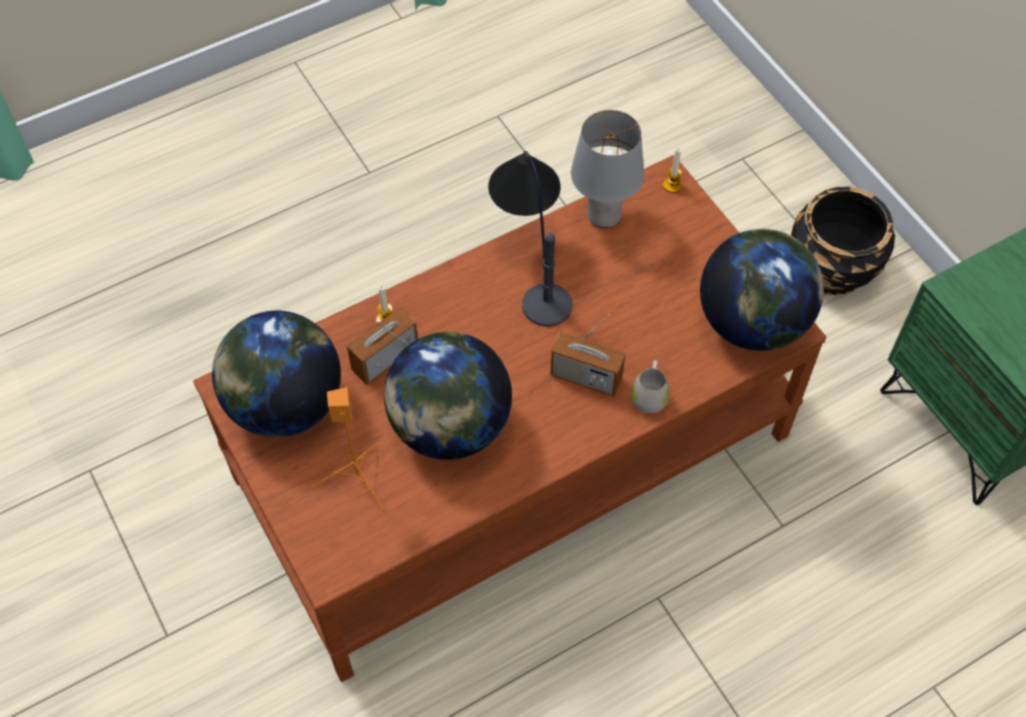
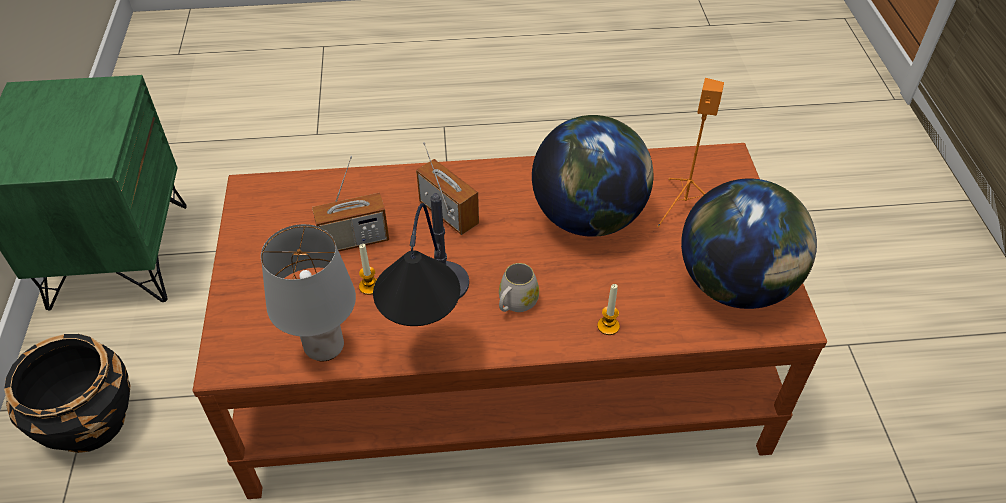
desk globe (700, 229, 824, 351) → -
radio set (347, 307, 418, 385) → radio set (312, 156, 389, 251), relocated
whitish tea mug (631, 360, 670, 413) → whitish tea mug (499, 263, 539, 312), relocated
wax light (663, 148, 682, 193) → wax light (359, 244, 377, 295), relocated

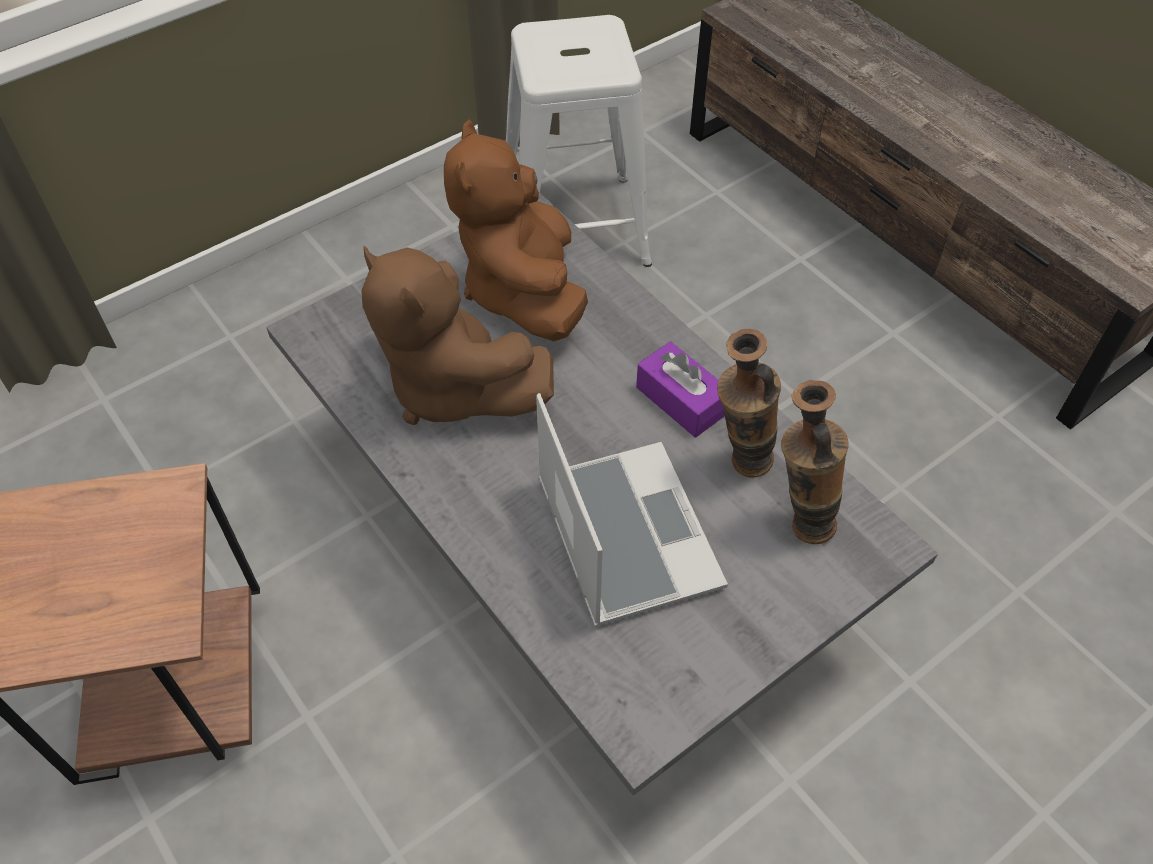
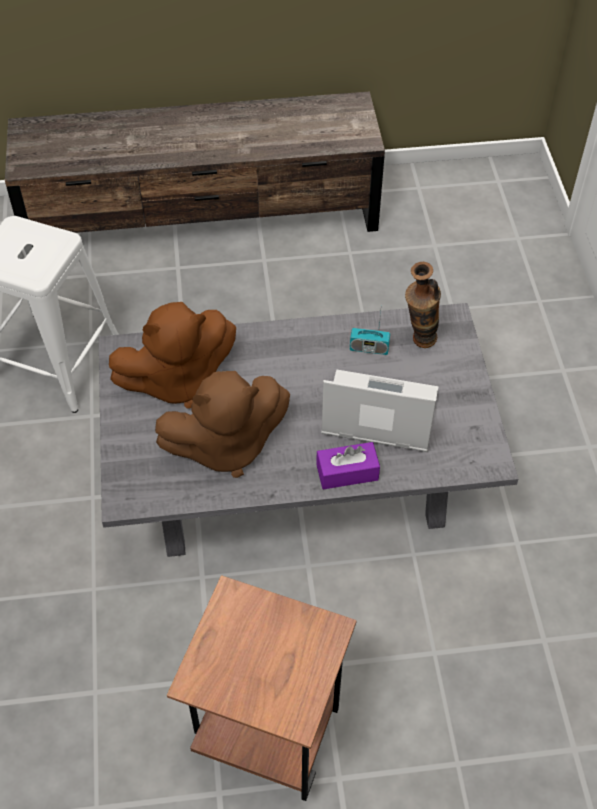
purple tissue box (636, 341, 725, 437) → purple tissue box (316, 442, 380, 489), relocated
vase (717, 329, 781, 477) → radio set (350, 312, 390, 355)
brown cuddly toy (444, 120, 588, 341) → brown cuddly toy (109, 302, 236, 409), 45 degrees counterclockwise

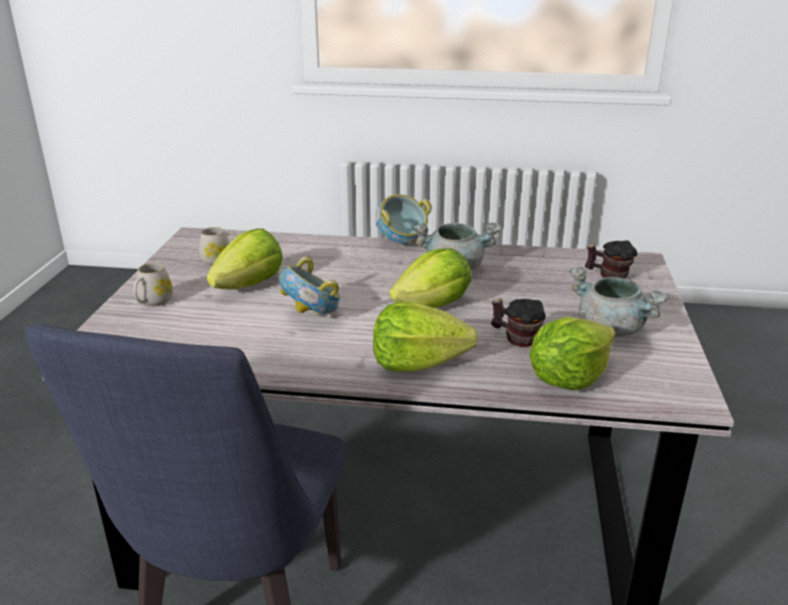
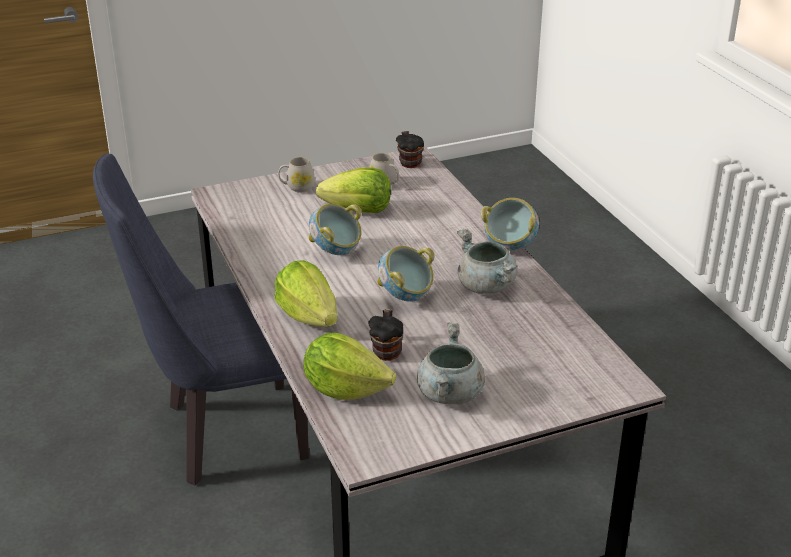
tea mug (585, 240, 638, 279) → tea mug (396, 131, 424, 168), relocated
lettuce head (389, 248, 472, 308) → bowl (377, 246, 435, 302)

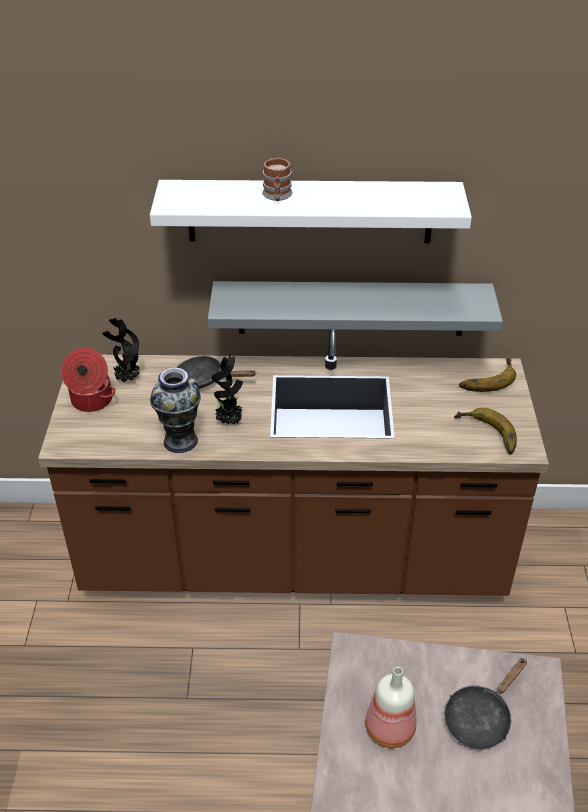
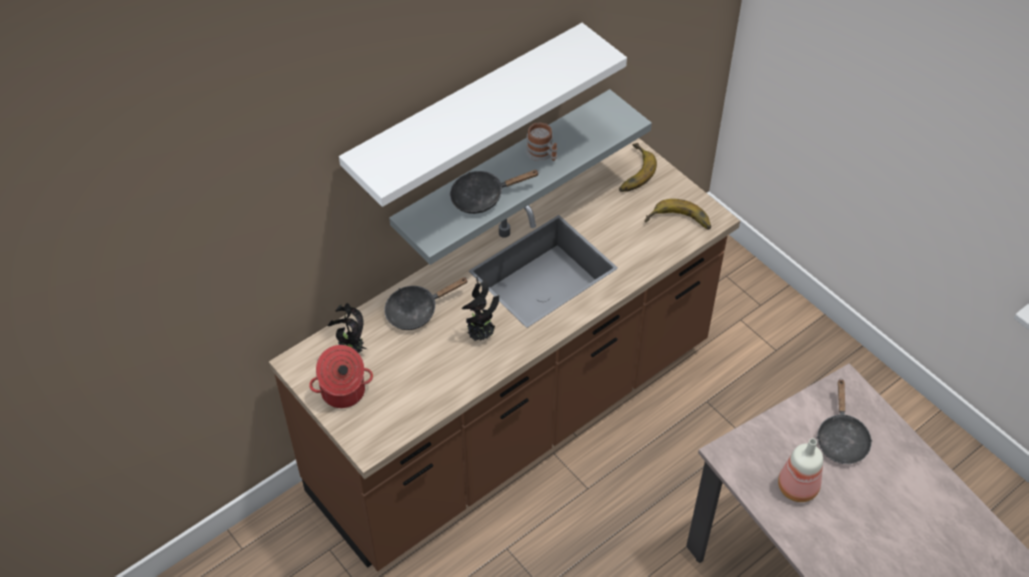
vase (150, 368, 201, 453) → -
- → blackish frying pan (450, 170, 540, 214)
tea mug (262, 158, 293, 201) → tea mug (526, 122, 557, 161), relocated

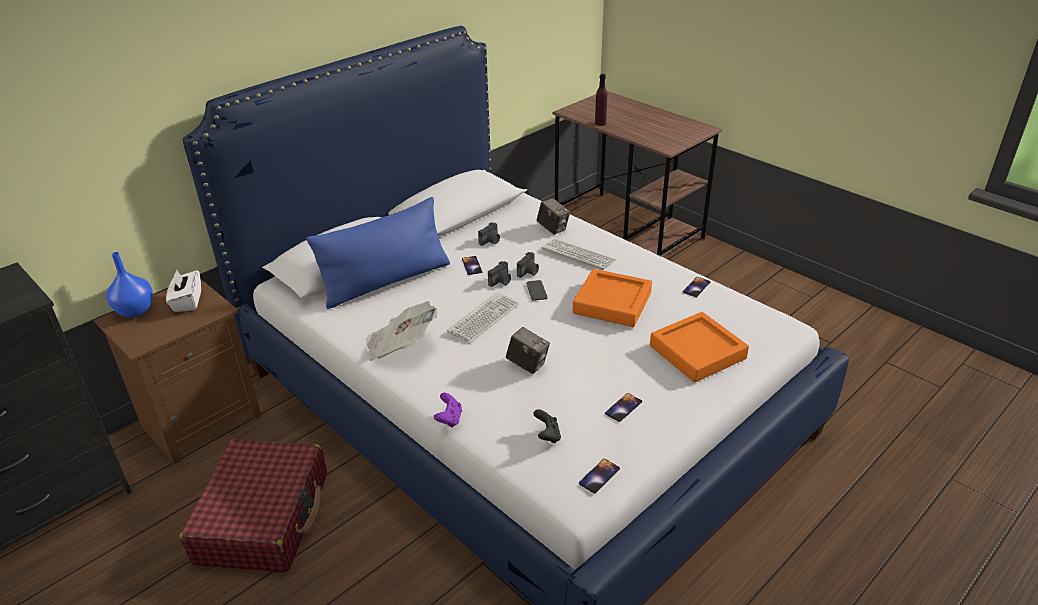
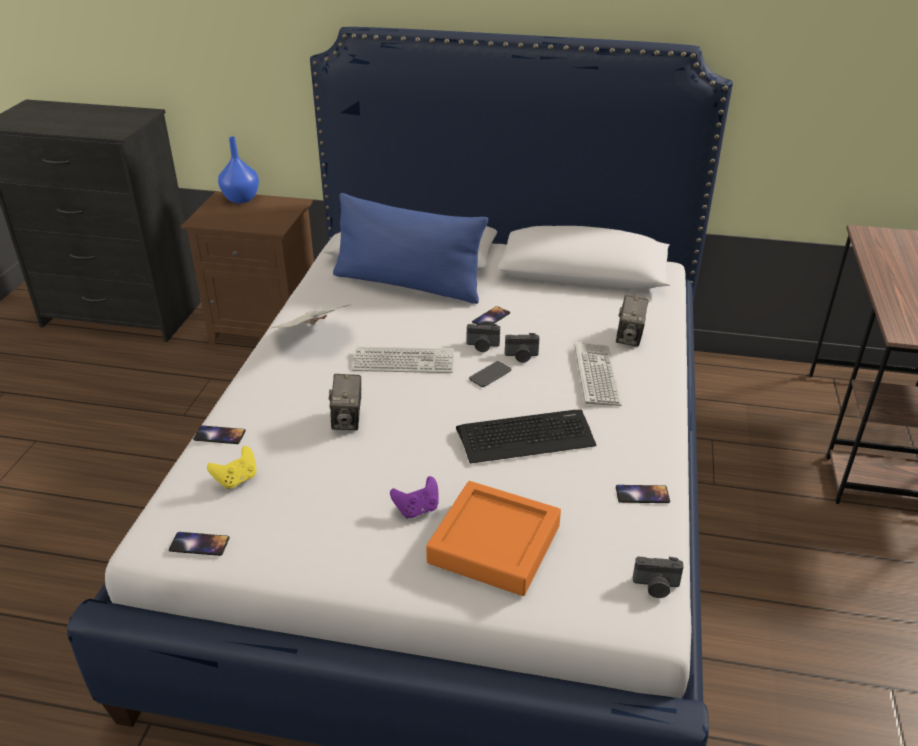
whitish tissue box (166, 269, 201, 312) → -
reddish travel case (180, 439, 327, 573) → -
purple beverage bottle (595, 74, 607, 126) → -
purple game controller (434, 393, 462, 428) → purple game controller (390, 476, 439, 518), relocated
still camera (478, 222, 500, 246) → still camera (633, 557, 683, 598), relocated
handset (605, 393, 642, 422) → handset (193, 425, 246, 444), relocated
orangey serving tray (573, 269, 652, 327) → PC keyboard (456, 410, 596, 464)
blackish game controller (533, 409, 561, 443) → yellow-coloured game controller (207, 446, 257, 489)

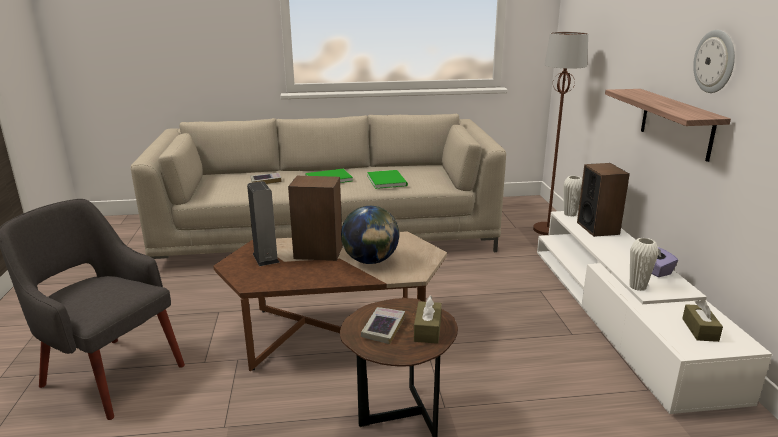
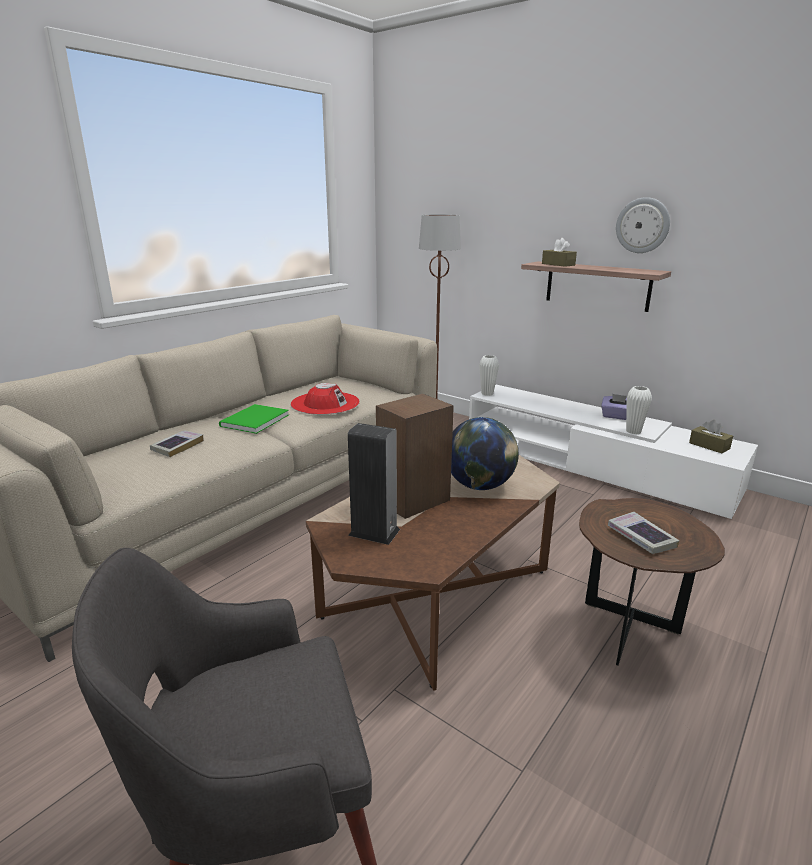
audio speaker (577, 163, 630, 237) → -
brown tissue box (414, 296, 442, 344) → brown tissue box (542, 238, 577, 267), relocated
green book (367, 170, 408, 189) → reddish wearable hat (290, 383, 360, 415)

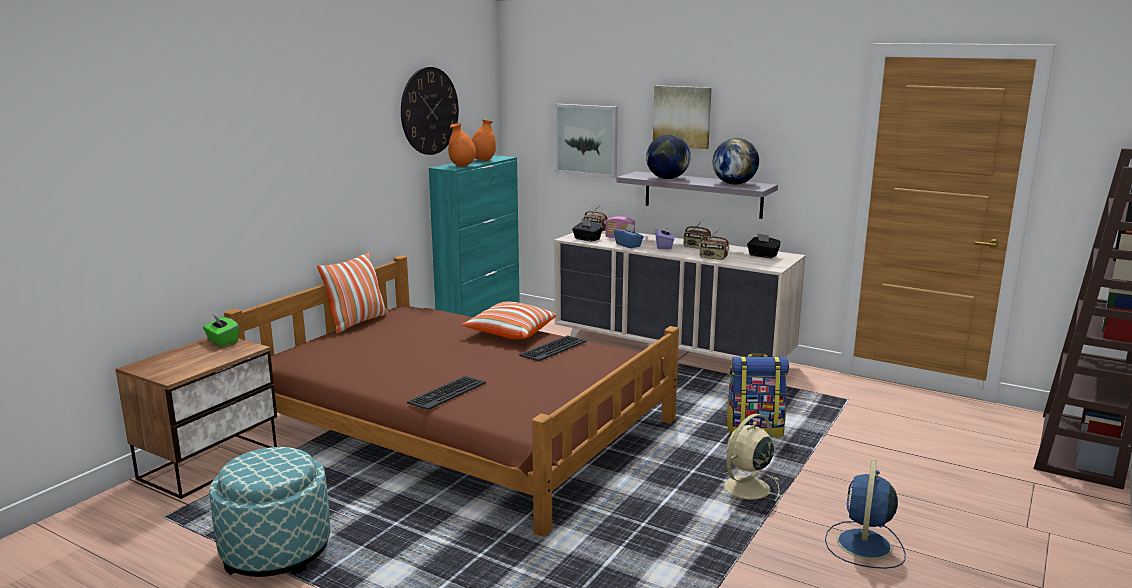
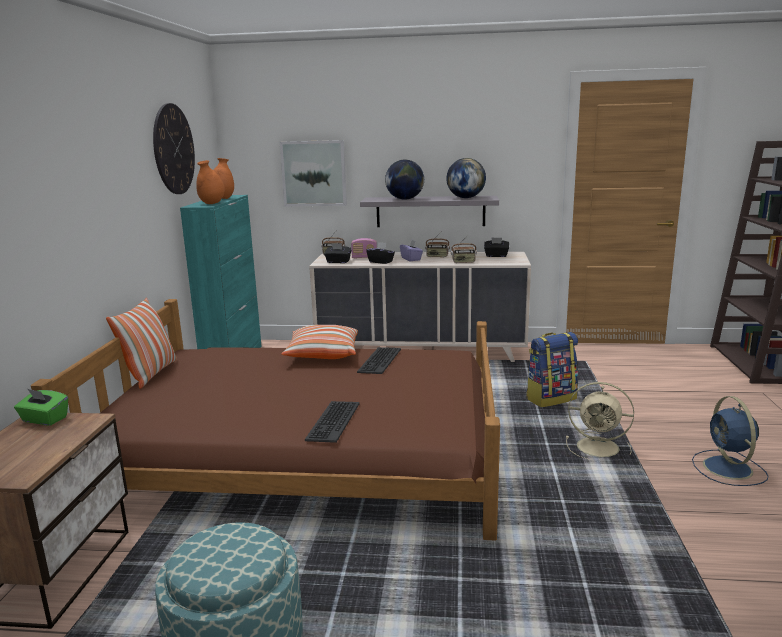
wall art (653, 86, 712, 149) → -
blue-coloured tissue box (614, 223, 644, 248) → blackish tissue box (366, 242, 395, 264)
sand-coloured electric fan (721, 414, 780, 507) → sand-coloured electric fan (566, 382, 634, 460), 90 degrees counterclockwise

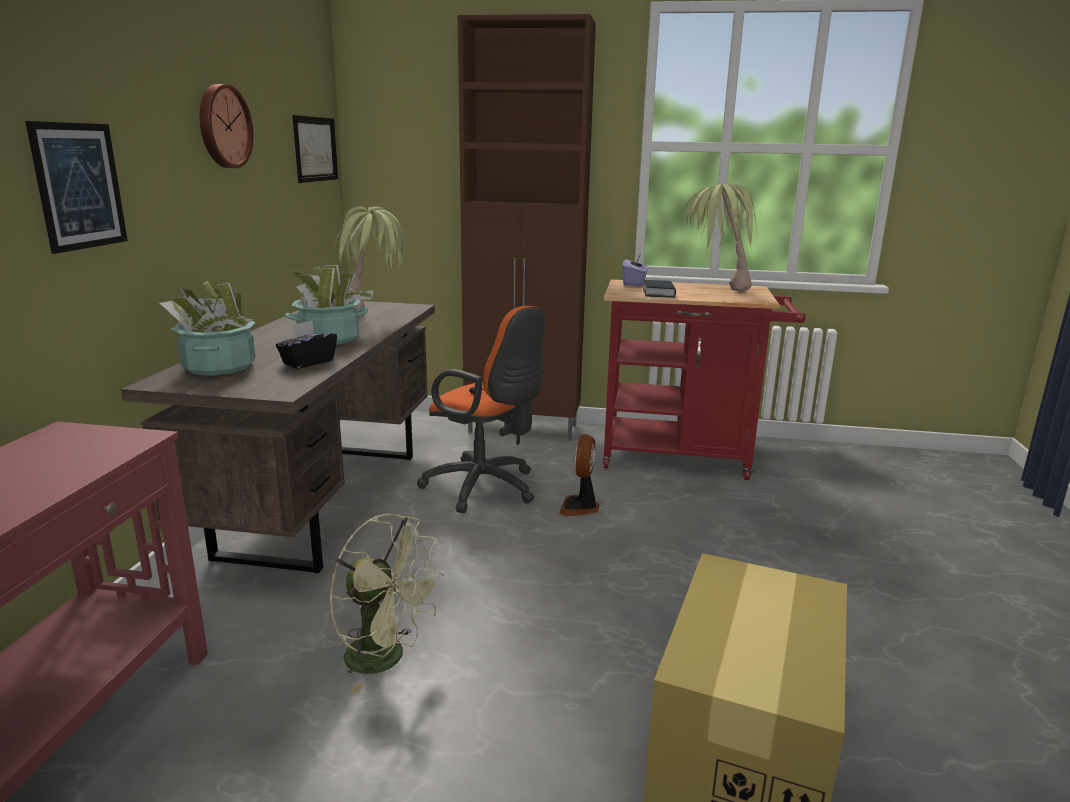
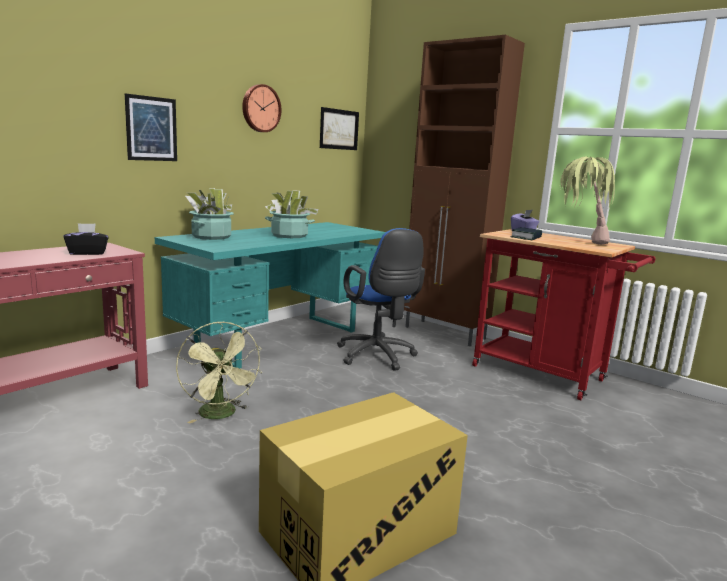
houseplant (332, 206, 404, 313) → -
electric fan (559, 434, 600, 516) → -
blackish tissue box (276, 321, 337, 369) → blackish tissue box (64, 223, 109, 255), relocated
brown desk (121, 301, 435, 573) → turquoise desk (155, 222, 385, 368)
orangey computer chair (417, 306, 545, 513) → blue-coloured computer chair (337, 228, 425, 371)

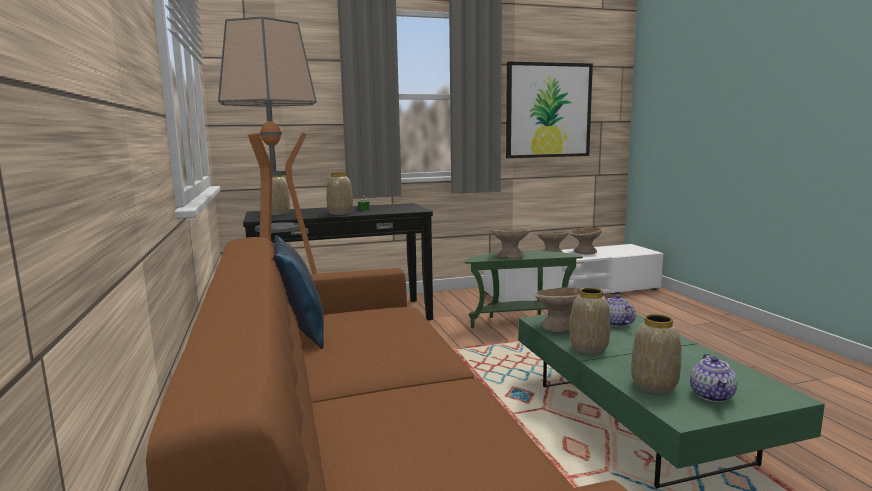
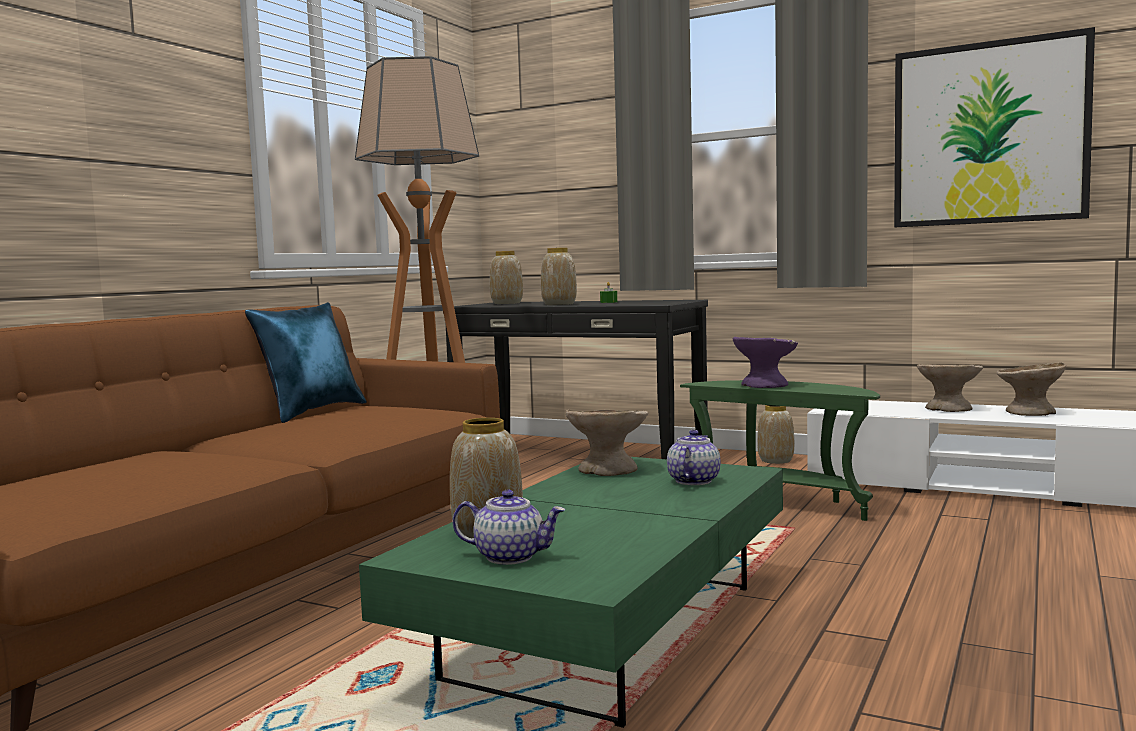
vase (570, 288, 610, 355) → vase (757, 405, 794, 464), relocated
sand-coloured bowl (492, 229, 530, 259) → purple bowl (733, 337, 798, 388)
pot for tea (690, 354, 737, 402) → pot for tea (452, 489, 566, 565), 135 degrees counterclockwise

